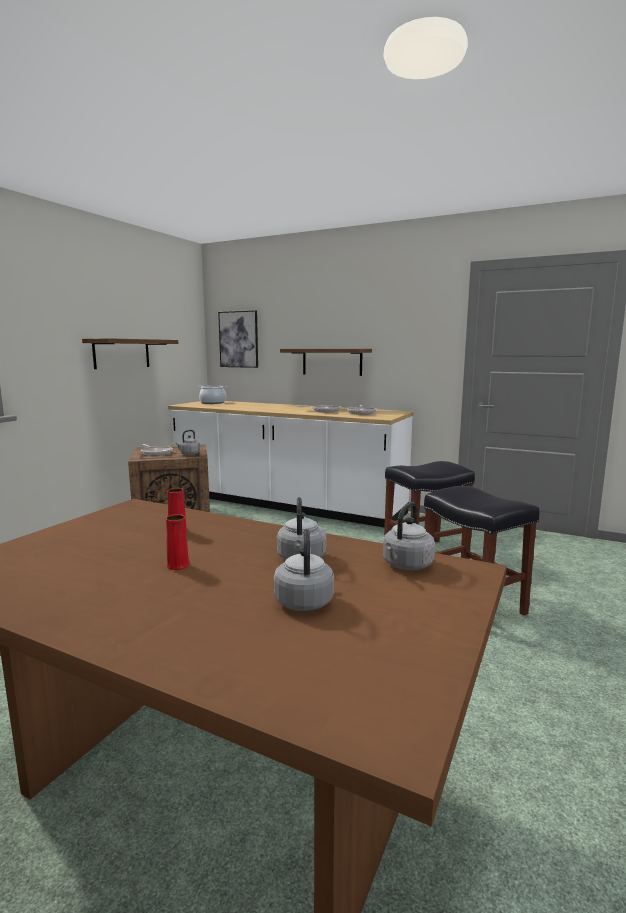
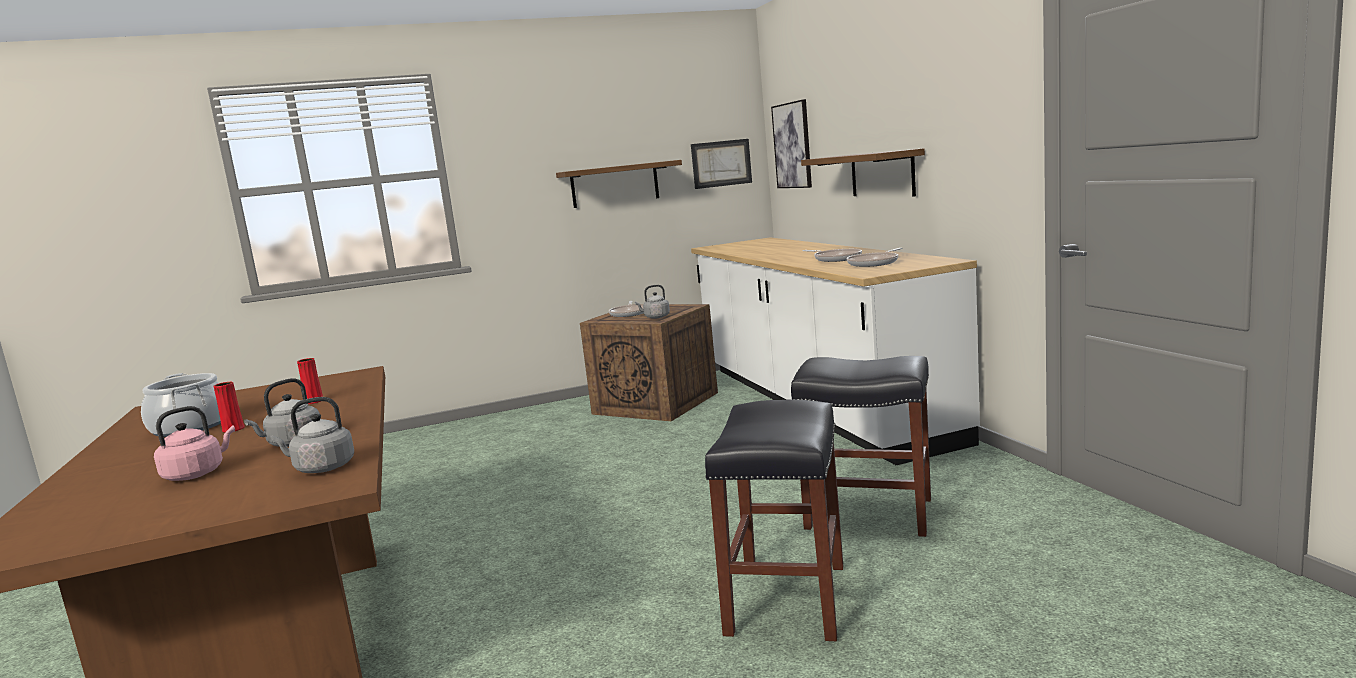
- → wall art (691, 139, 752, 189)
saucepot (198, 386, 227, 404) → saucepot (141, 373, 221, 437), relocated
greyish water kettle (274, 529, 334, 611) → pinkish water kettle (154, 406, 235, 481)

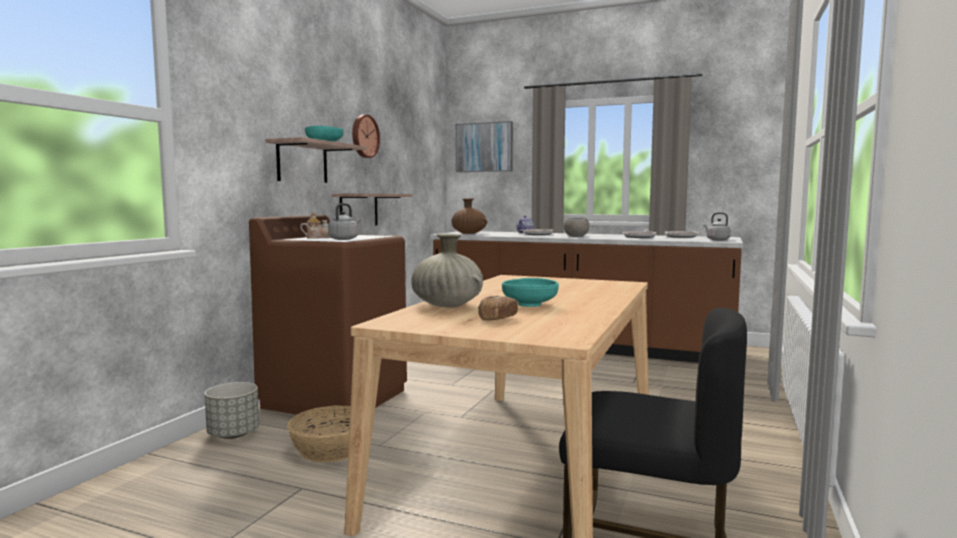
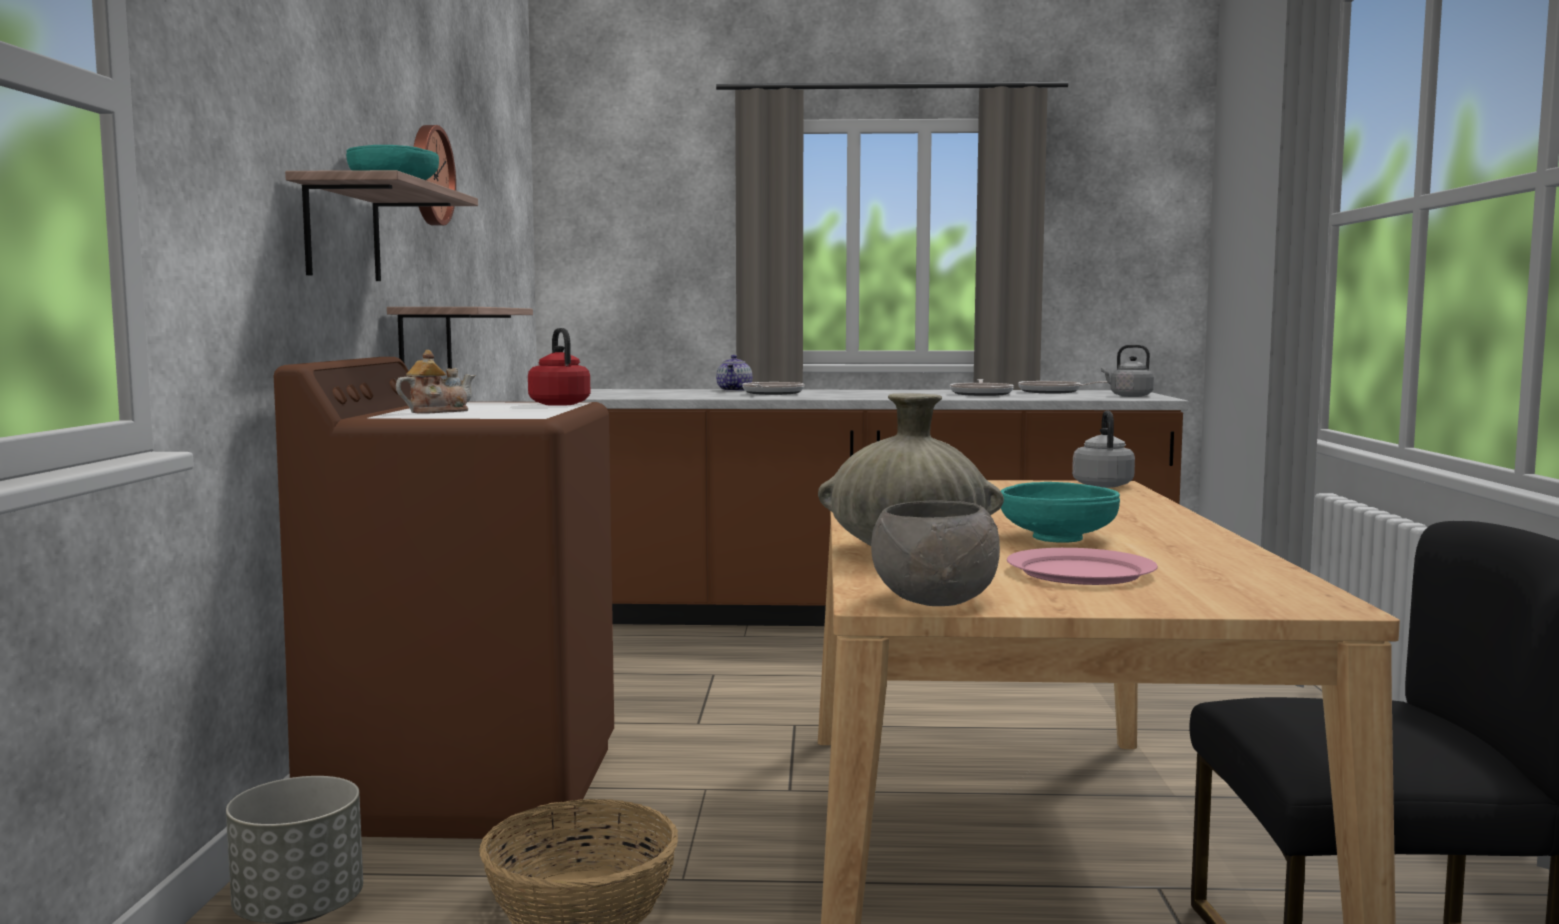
brown vase (452, 198, 487, 234) → -
wall art (456, 121, 513, 172) → -
- → reddish water kettle (528, 328, 590, 406)
greyish water kettle (328, 203, 360, 240) → greyish water kettle (1072, 411, 1135, 488), relocated
greyish bowl (564, 218, 589, 237) → greyish bowl (871, 500, 1000, 606), relocated
bread (478, 296, 518, 320) → pinkish flat dish (1007, 548, 1158, 585)

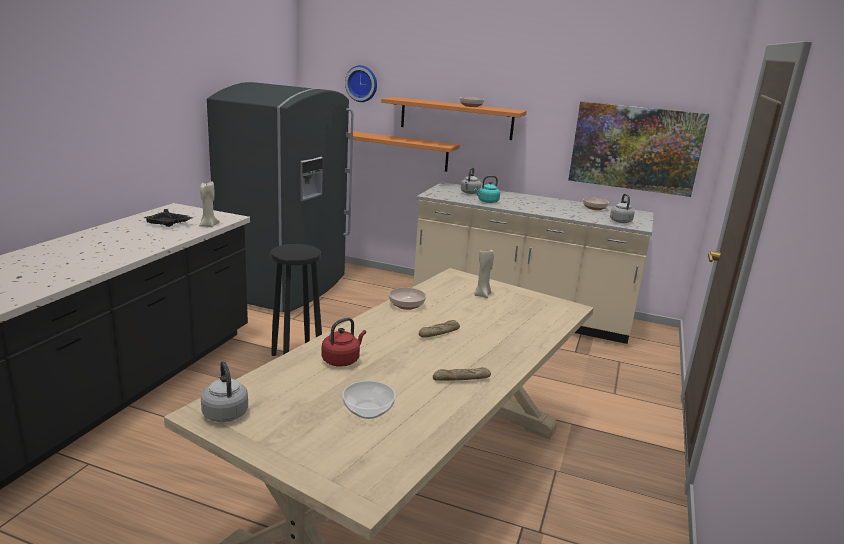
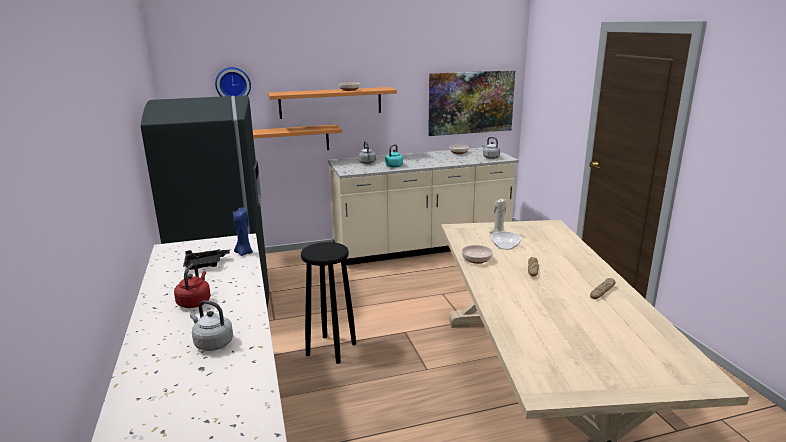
greyish water kettle (201, 361, 248, 422) → greyish water kettle (190, 300, 233, 351), relocated
reddish water kettle (322, 318, 366, 367) → reddish water kettle (174, 264, 211, 308), relocated
bowl (342, 381, 396, 419) → bowl (491, 231, 521, 250), relocated
sand-coloured wax light (199, 181, 220, 227) → blue-coloured wax light (233, 207, 253, 256)

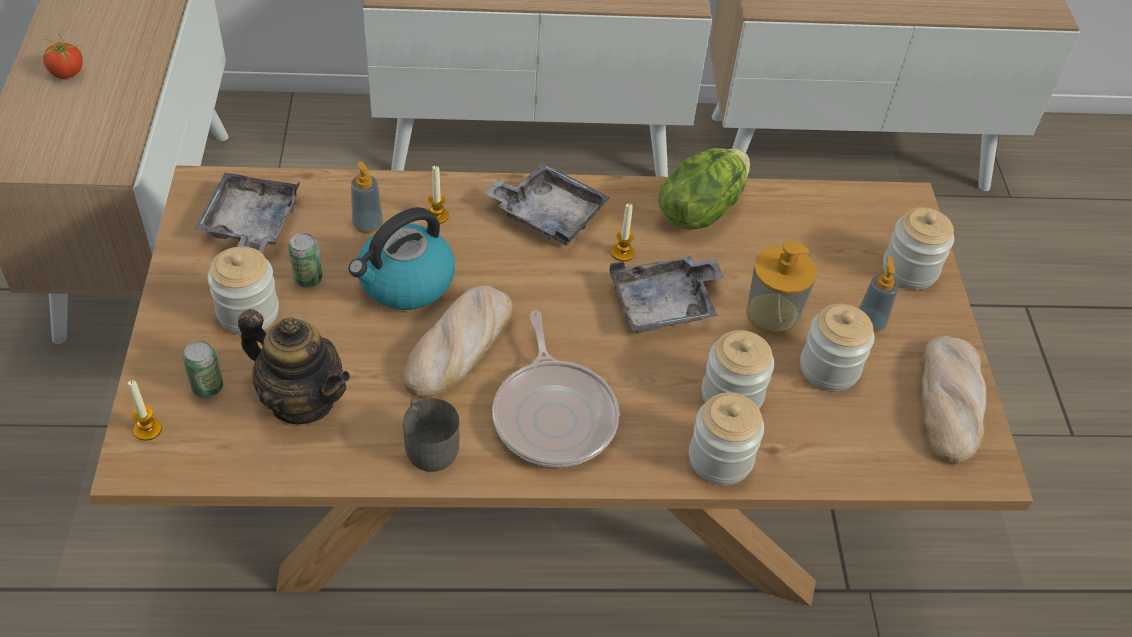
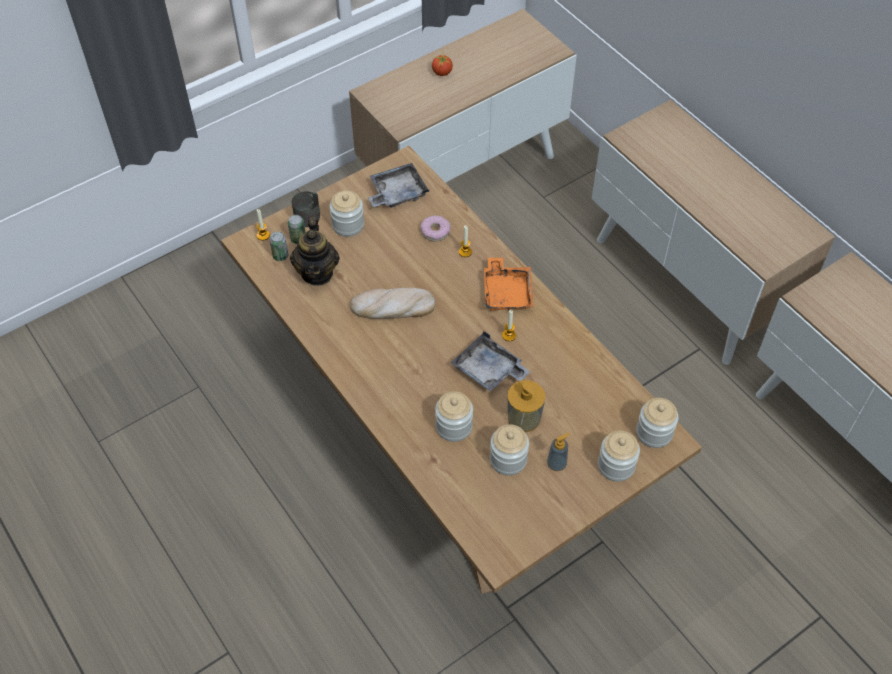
water kettle (349, 207, 455, 310) → -
frying pan (492, 310, 619, 467) → -
lettuce head (658, 148, 750, 230) → -
bread (921, 335, 986, 464) → -
metal can (288, 233, 322, 288) → metal can (270, 231, 288, 261), relocated
greyish tea mug (403, 398, 460, 472) → greyish tea mug (292, 191, 320, 227), relocated
jar (689, 393, 764, 485) → jar (636, 398, 679, 448), relocated
liquid soap bottle (351, 162, 383, 234) → doughnut (421, 215, 451, 241)
greyish serving tray (484, 162, 610, 245) → orangey serving tray (484, 258, 533, 311)

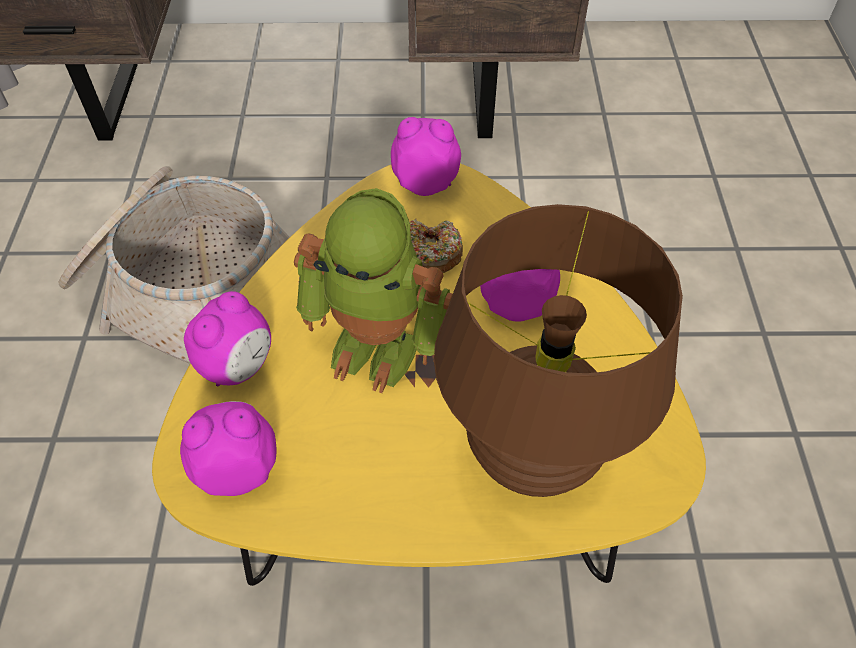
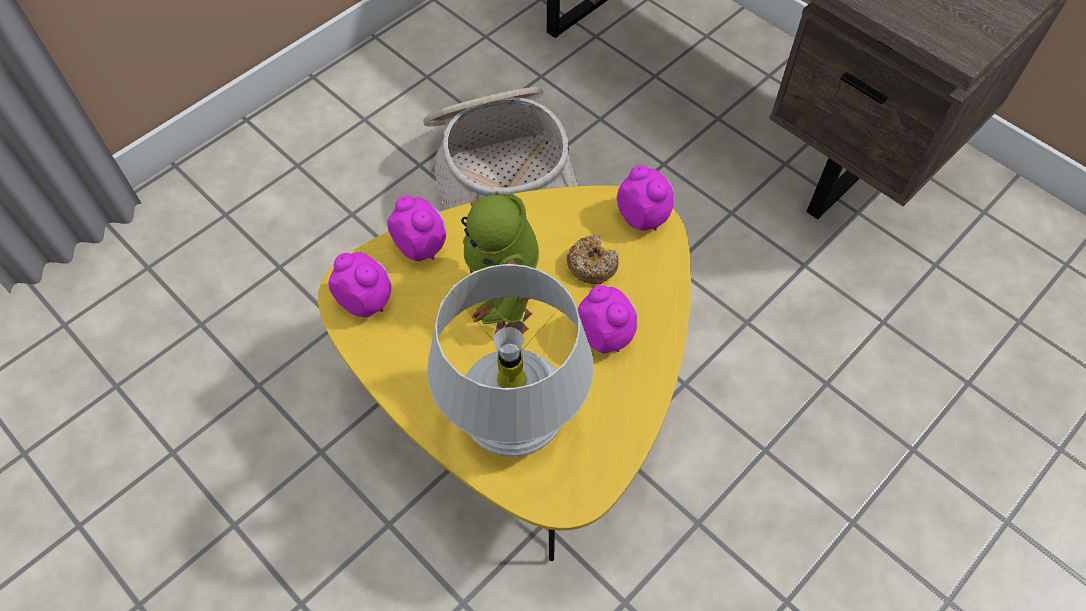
brown table lamp (434, 204, 683, 497) → whitish table lamp (427, 264, 594, 457)
bedside clock (184, 291, 271, 386) → bedside clock (387, 196, 446, 261), 120 degrees counterclockwise

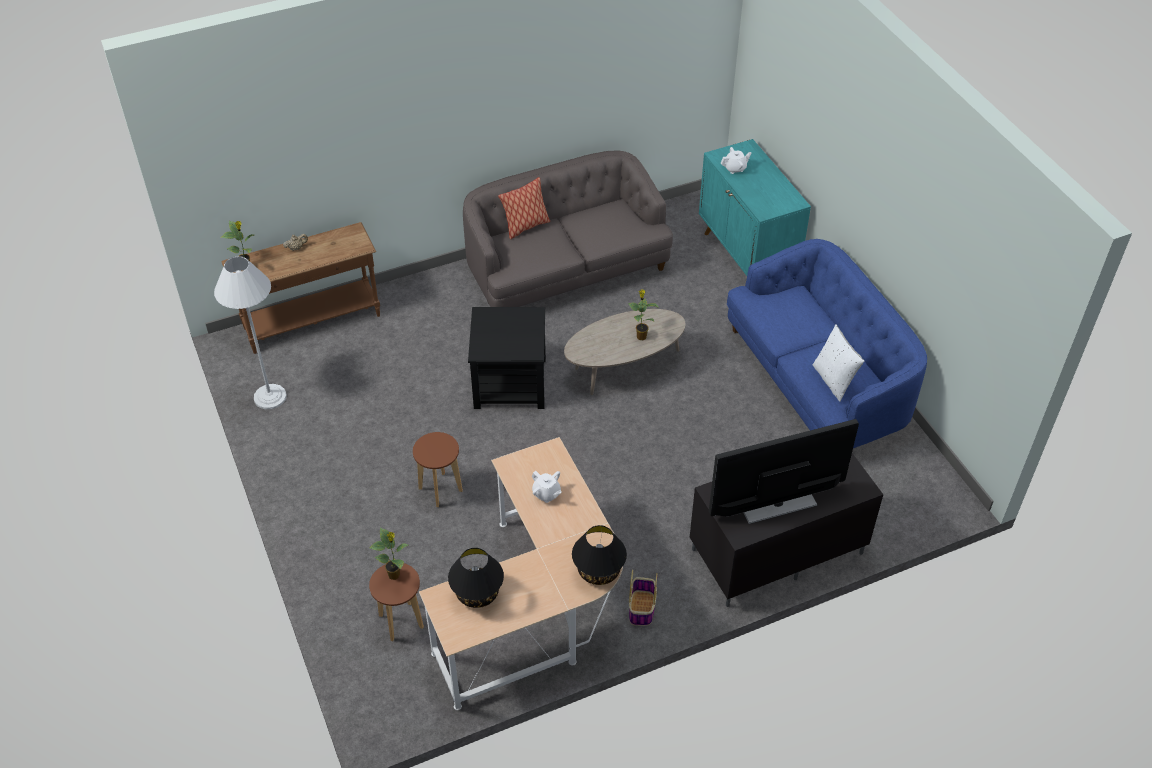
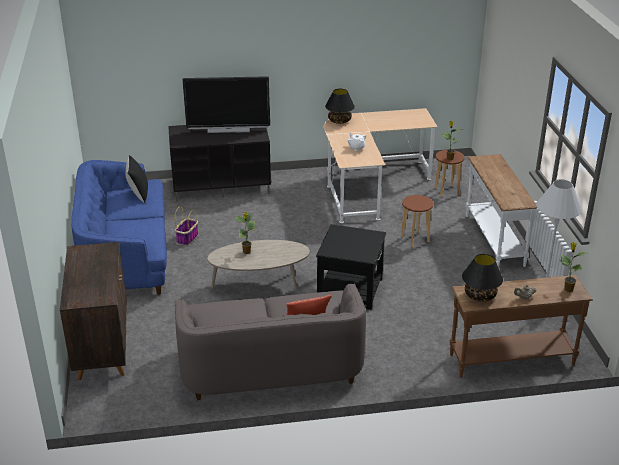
whitish pot for tea (721, 147, 751, 174) → -
- → whitish hall table (466, 154, 537, 268)
blackish table lamp (448, 548, 504, 608) → blackish table lamp (462, 254, 503, 302), relocated
basket (629, 570, 658, 626) → basket (174, 207, 198, 246), relocated
turquoise cabinet (699, 139, 811, 276) → brown cabinet (60, 242, 127, 380)
whitish cushion (812, 324, 865, 402) → blackish cushion (125, 155, 148, 203)

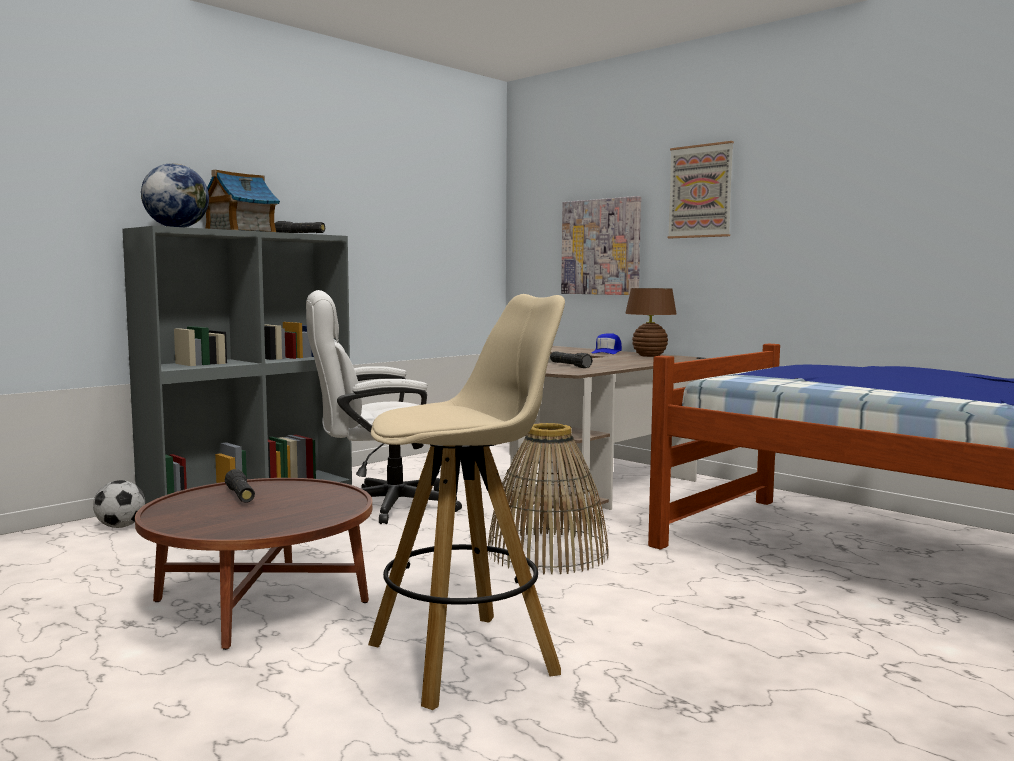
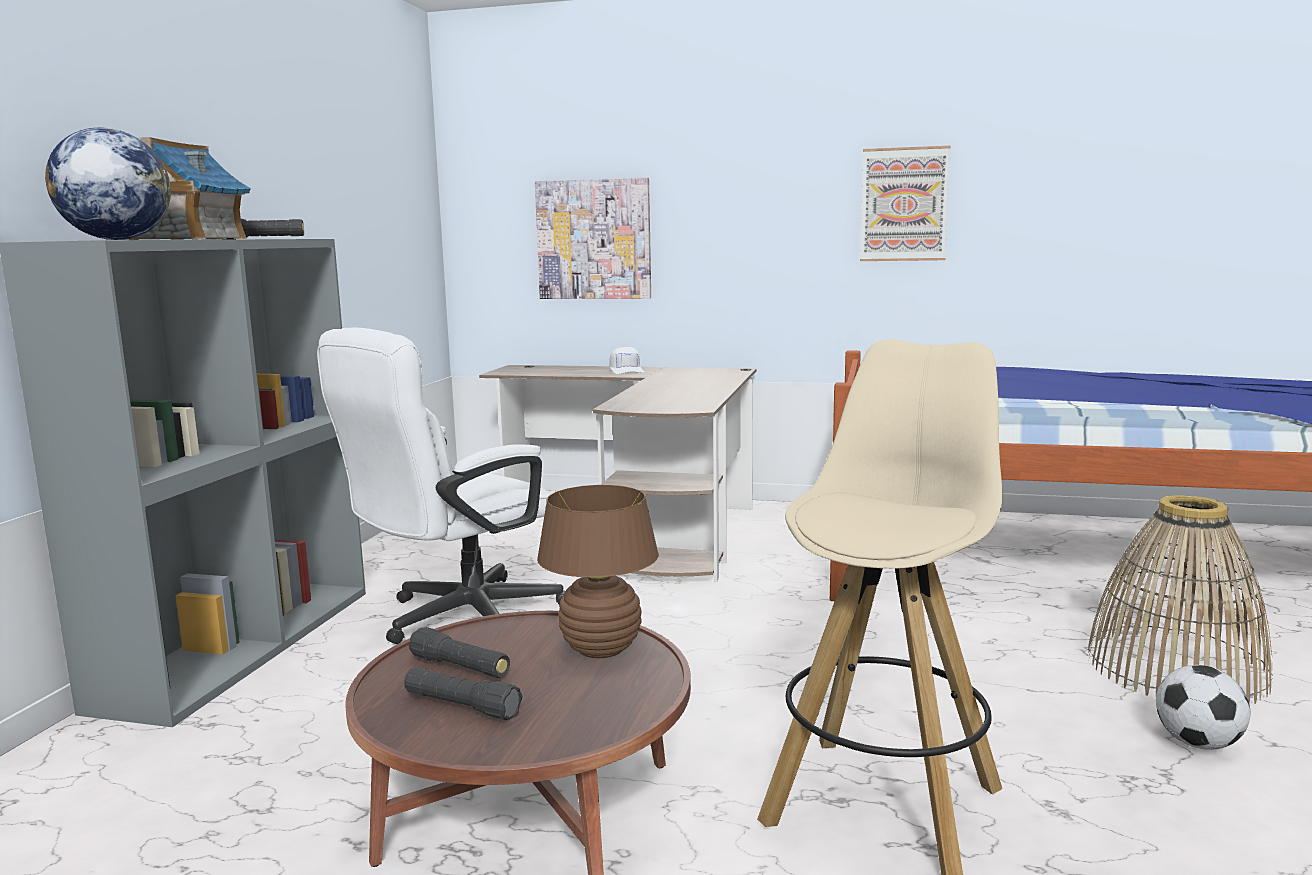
football (93, 480, 145, 528) → football (1156, 665, 1250, 750), relocated
basket (488, 423, 609, 575) → basket (1087, 495, 1273, 704), relocated
blackish torch (550, 351, 593, 368) → blackish torch (404, 667, 523, 720), relocated
brown table lamp (625, 288, 676, 357) → brown table lamp (537, 485, 659, 658), relocated
wall art (668, 141, 734, 238) → wall art (860, 146, 951, 261), relocated
blue-coloured cap (592, 333, 622, 354) → whitish cap (609, 347, 644, 374)

